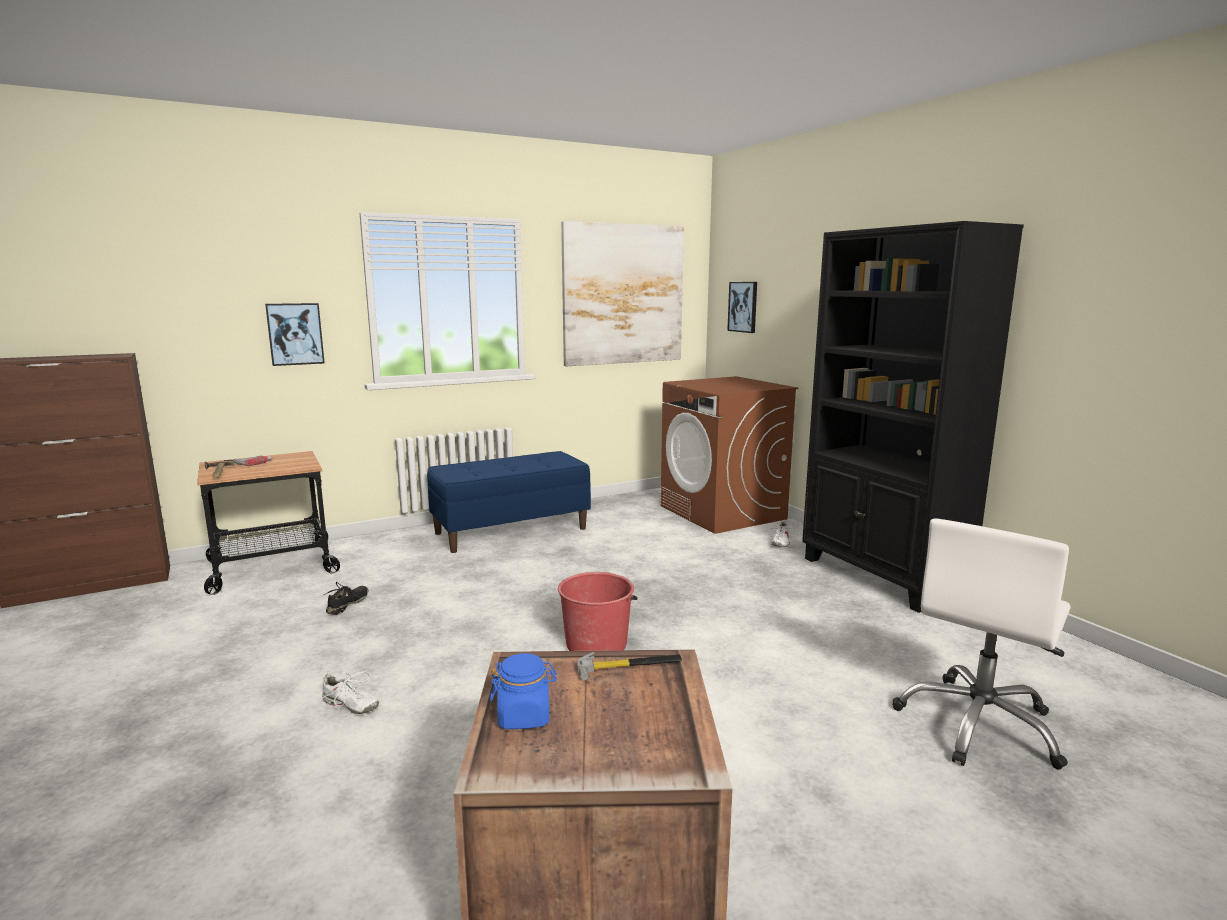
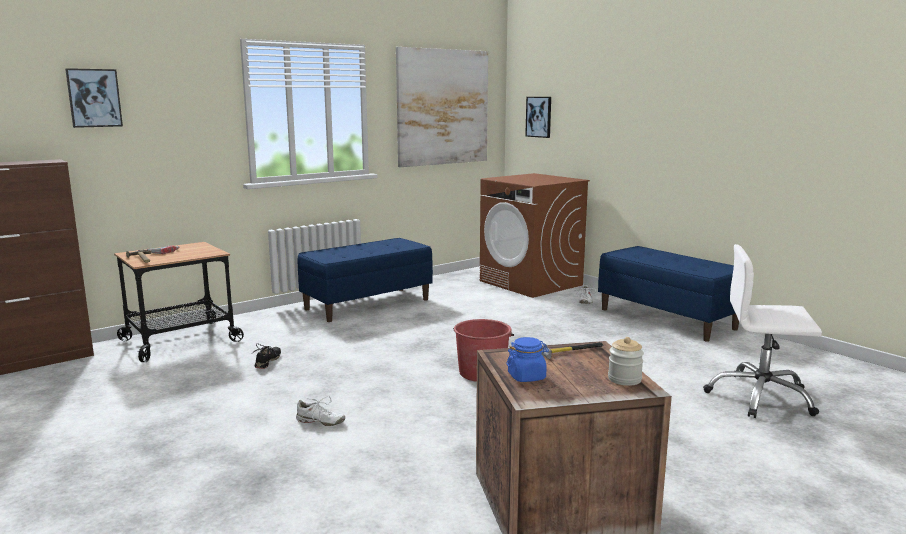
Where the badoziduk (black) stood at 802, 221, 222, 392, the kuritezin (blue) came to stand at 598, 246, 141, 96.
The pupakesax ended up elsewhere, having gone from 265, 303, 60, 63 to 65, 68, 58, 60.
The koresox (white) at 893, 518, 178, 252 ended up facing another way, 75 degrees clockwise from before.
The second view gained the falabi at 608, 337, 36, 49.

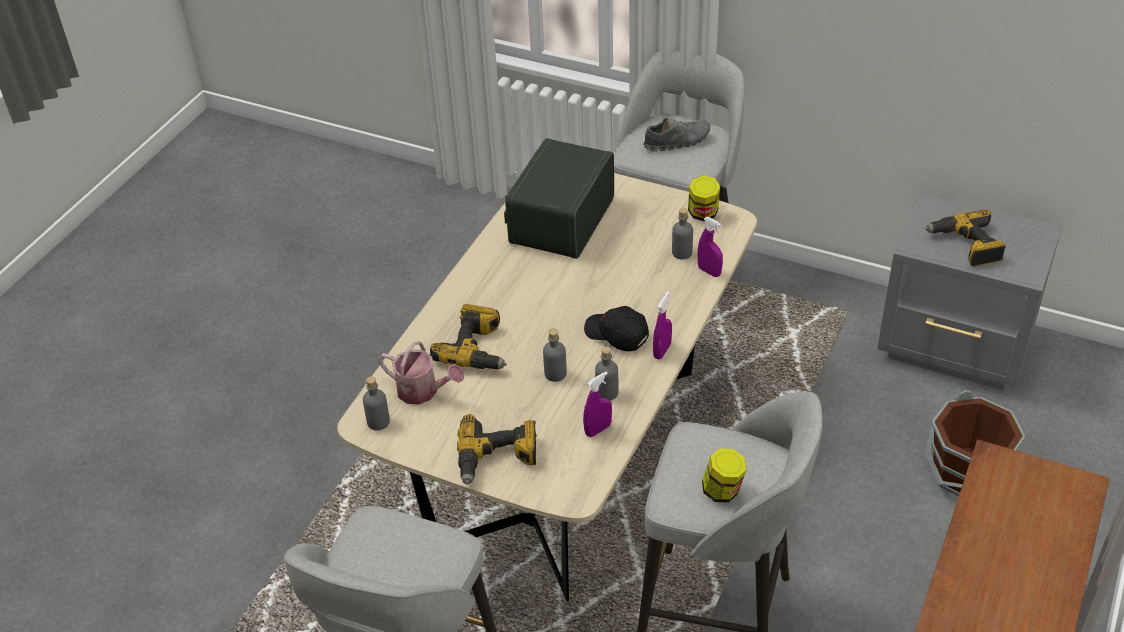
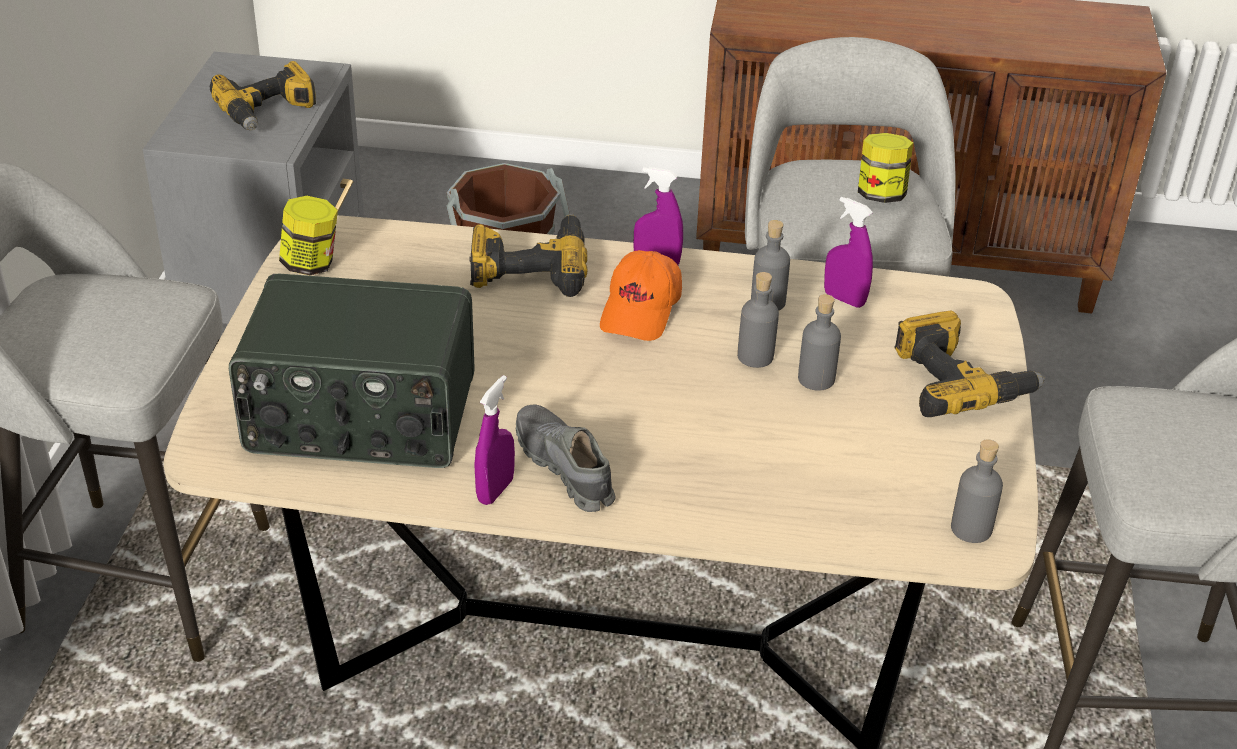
The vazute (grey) ended up elsewhere, having gone from 643, 118, 67, 33 to 516, 404, 99, 108.
The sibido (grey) ended up elsewhere, having gone from 672, 208, 21, 52 to 798, 294, 43, 97.
The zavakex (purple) ended up elsewhere, having gone from 697, 217, 26, 60 to 474, 375, 41, 130.
The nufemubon ended up elsewhere, having gone from 430, 304, 77, 65 to 469, 214, 118, 83.
What was the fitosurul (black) at 584, 306, 65, 45 turned into the fitosurul (orange) at 600, 250, 82, 91.
The second view lost the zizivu at 378, 341, 86, 64.

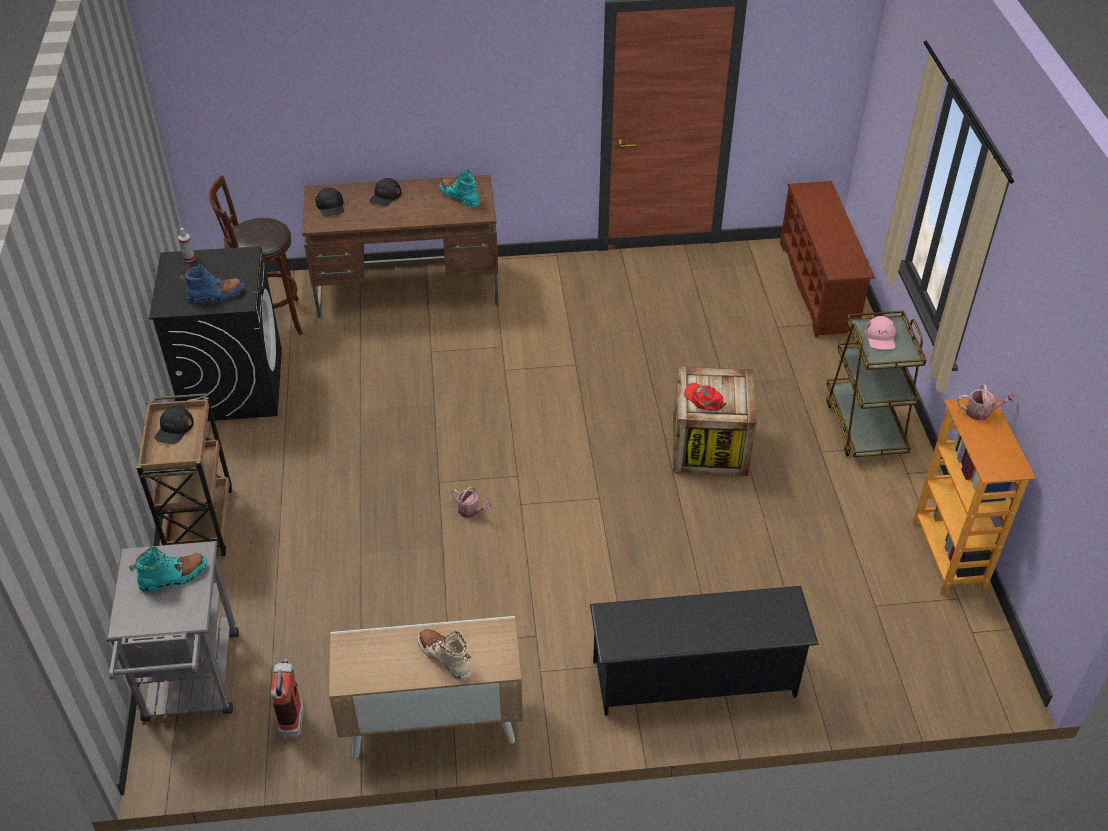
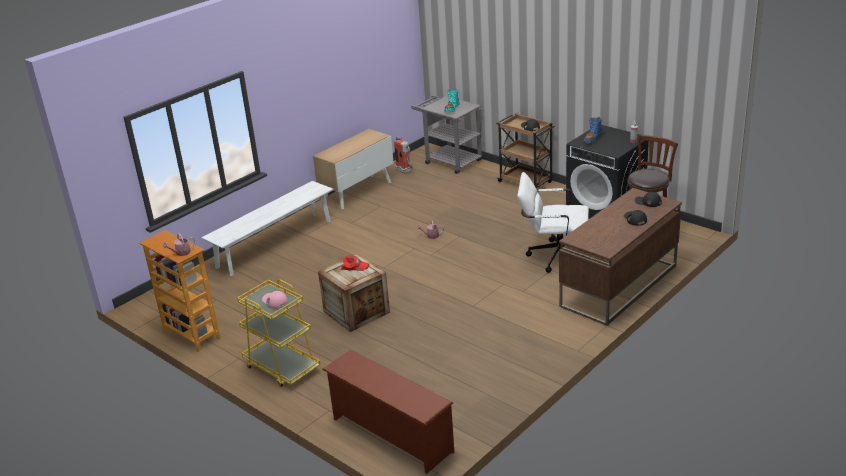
The second view lost the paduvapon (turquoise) at 440, 170, 40, 38.
What was the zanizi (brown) at 826, 311, 101, 146 turned into the zanizi (yellow) at 237, 279, 84, 108.
Where the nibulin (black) stood at 590, 586, 229, 130, the kuritezin (white) came to stand at 201, 181, 132, 95.
The second view lost the paduvapon (beige) at 417, 629, 55, 52.
The second view gained the koresox (white) at 517, 172, 72, 101.

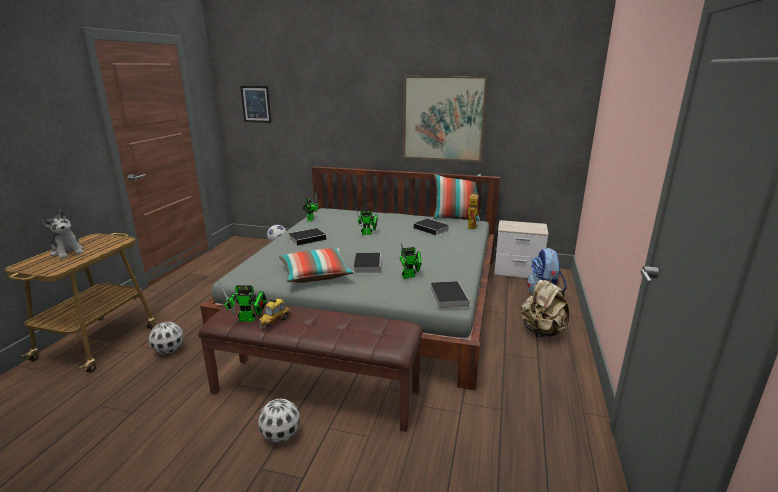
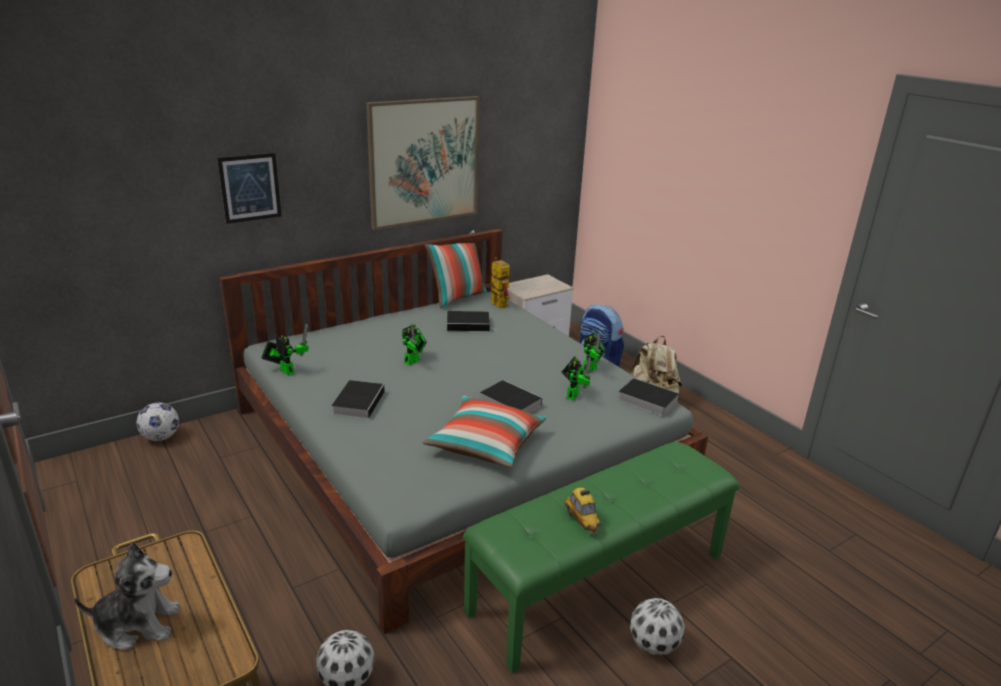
The pupakesax ended up elsewhere, having gone from 240, 86, 31, 37 to 217, 153, 65, 71.
The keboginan ended up elsewhere, having gone from 218, 280, 49, 42 to 582, 333, 24, 39.
What was the kuritezin (brown) at 198, 300, 225, 132 turned into the kuritezin (green) at 463, 442, 277, 231.

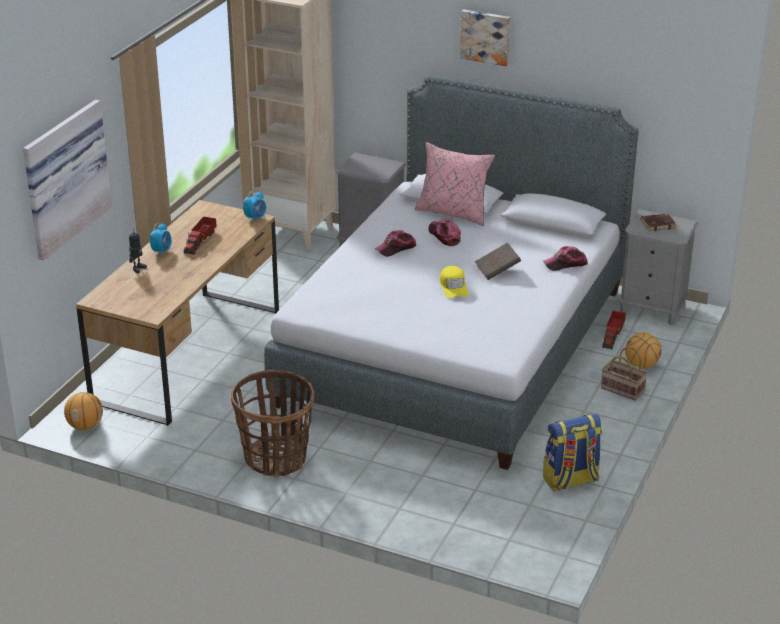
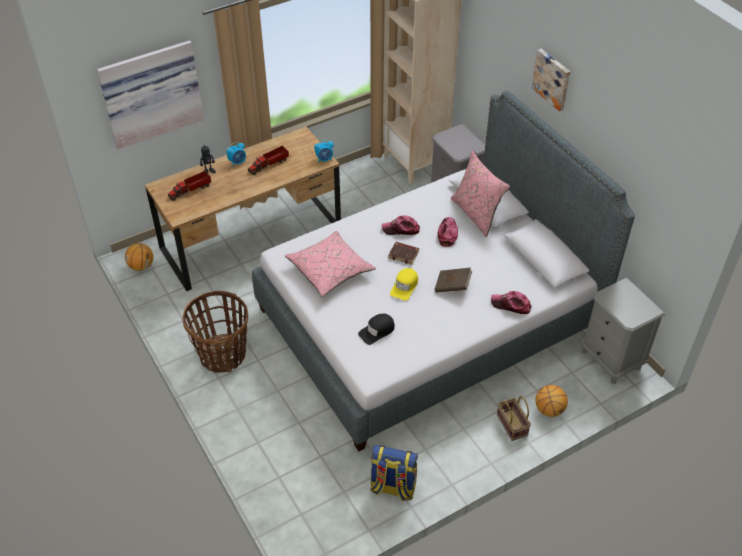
The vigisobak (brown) ended up elsewhere, having gone from 640, 213, 36, 18 to 388, 242, 31, 23.
The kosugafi ended up elsewhere, having gone from 602, 311, 24, 38 to 168, 171, 43, 30.
The second view gained the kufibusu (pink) at 285, 231, 91, 66.
The second view gained the fitosurul (black) at 358, 314, 37, 31.

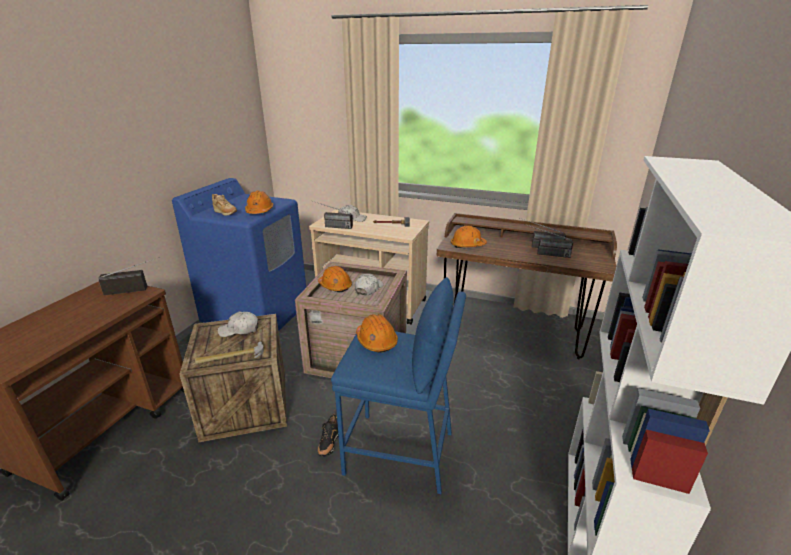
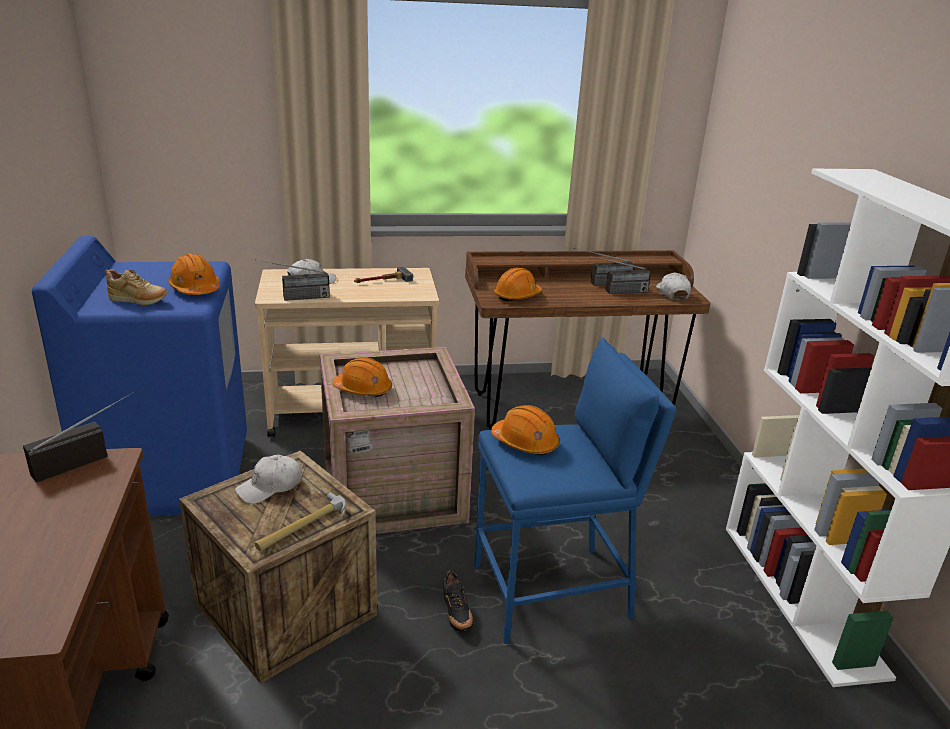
The fitosurul (white) ended up elsewhere, having gone from 355, 274, 28, 21 to 656, 273, 35, 27.

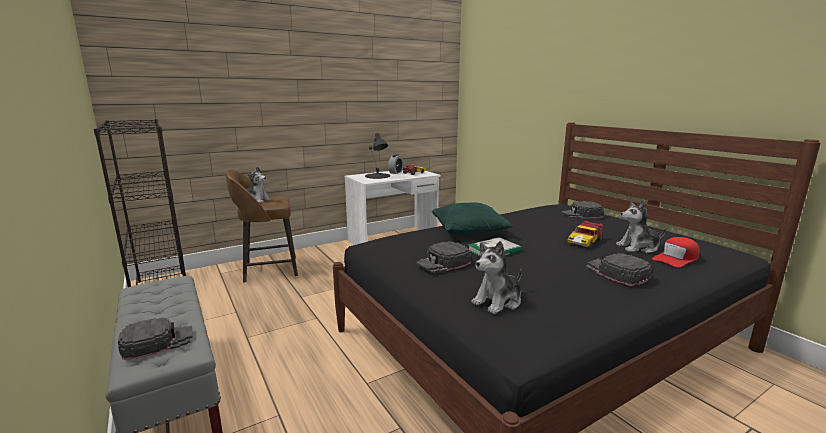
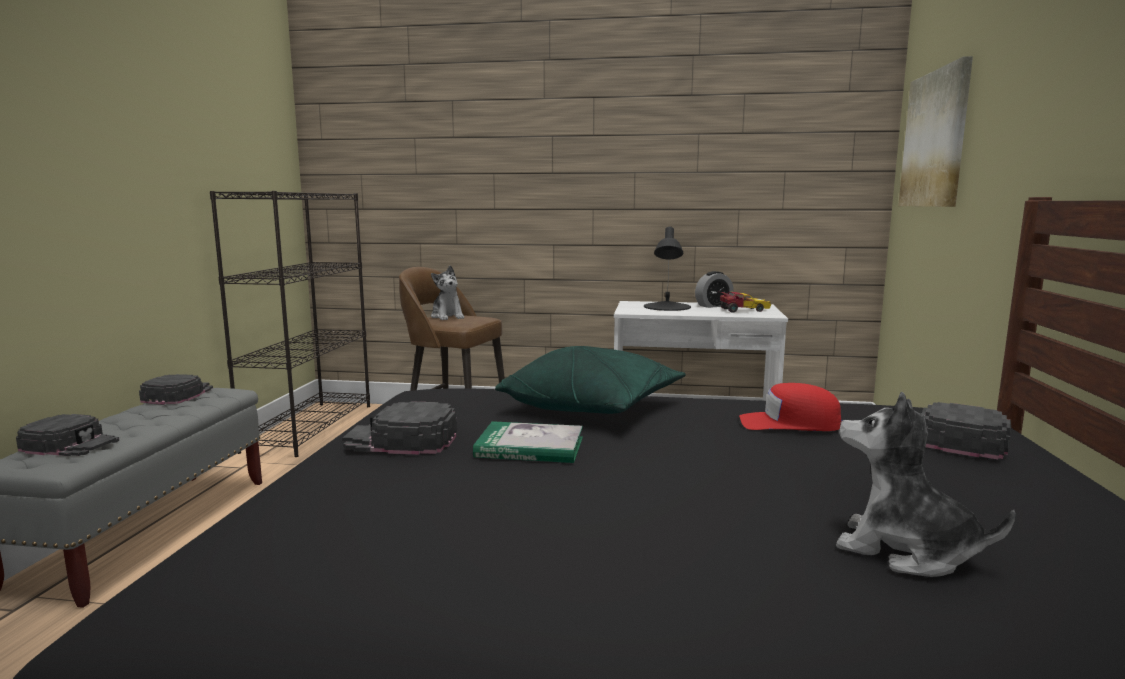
The second view lost the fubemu at 567, 221, 36, 26.
The fitosurul (red) ended up elsewhere, having gone from 652, 237, 48, 30 to 739, 383, 103, 48.
The second view lost the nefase at 471, 241, 51, 73.
The fitosurul (black) ended up elsewhere, having gone from 586, 253, 66, 33 to 139, 374, 74, 30.
The second view gained the pupakesax at 898, 56, 75, 151.

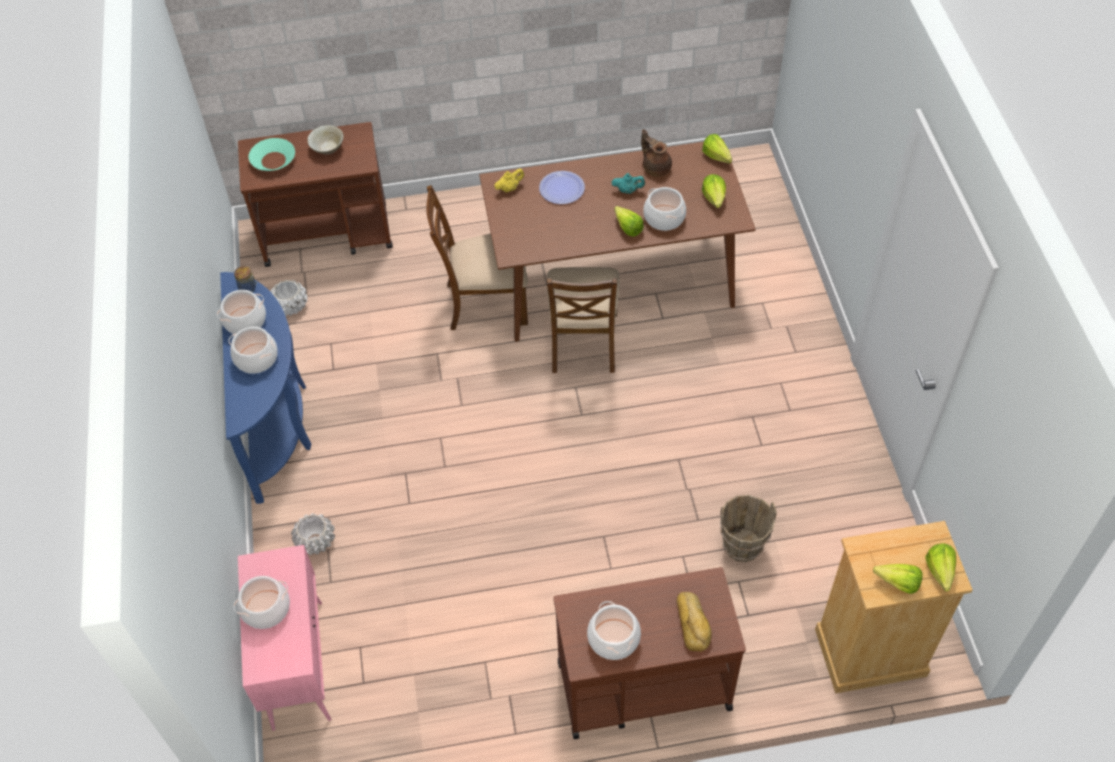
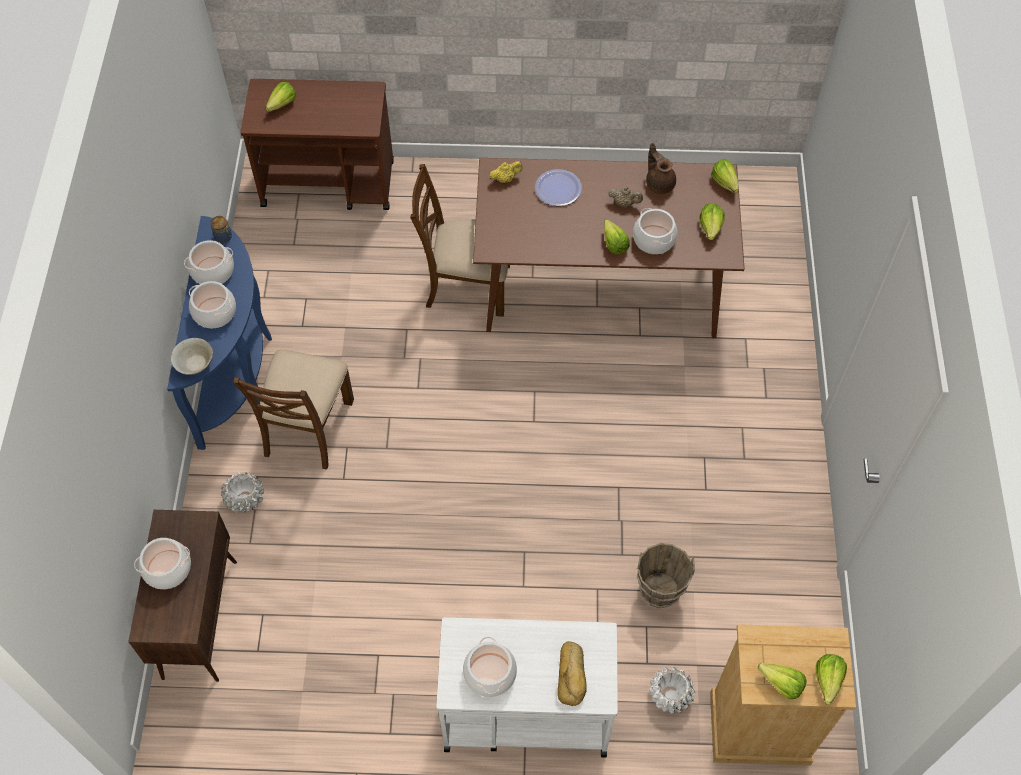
The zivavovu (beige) ended up elsewhere, having gone from 308, 125, 36, 29 to 171, 338, 42, 37.
Where the zivavovu (turquoise) stood at 249, 138, 46, 33, the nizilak came to stand at 266, 82, 30, 30.
What was the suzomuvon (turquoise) at 612, 173, 33, 21 turned into the suzomuvon (beige) at 609, 187, 34, 20.
The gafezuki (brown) ended up elsewhere, having gone from 547, 267, 72, 106 to 233, 349, 121, 121.
The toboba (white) ended up elsewhere, having gone from 270, 280, 38, 36 to 649, 667, 46, 47.
What was the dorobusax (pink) at 238, 545, 93, 186 turned into the dorobusax (brown) at 128, 510, 109, 172.
What was the zanizi (brown) at 554, 567, 192, 172 turned into the zanizi (white) at 436, 617, 182, 140.

